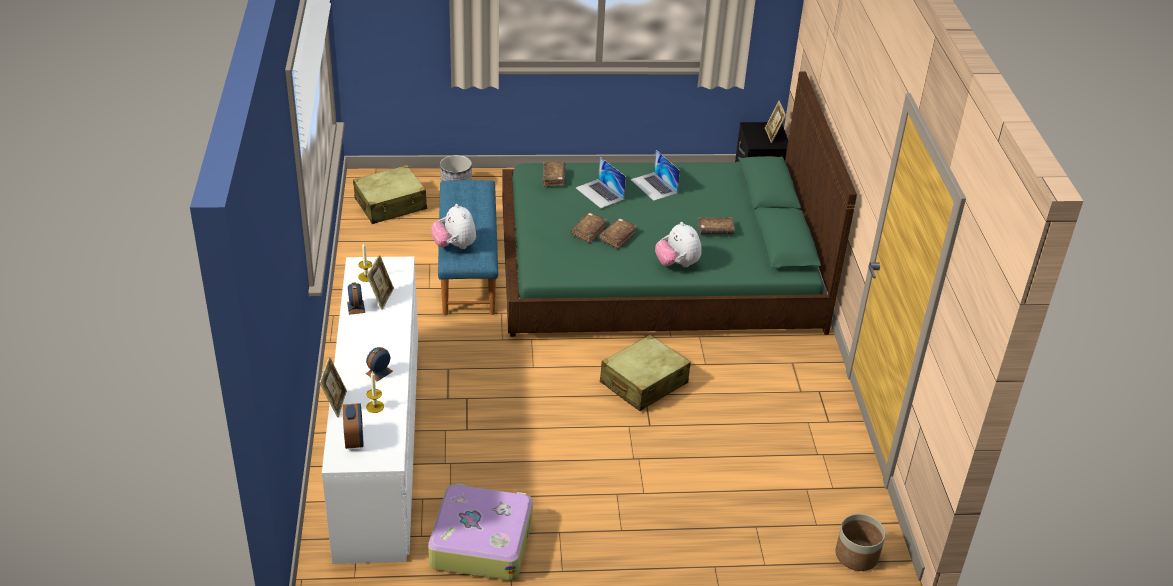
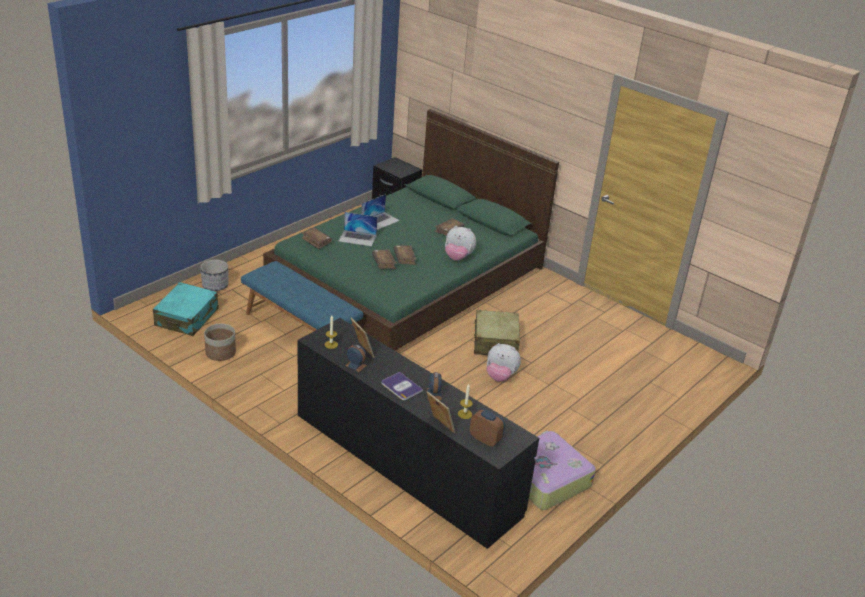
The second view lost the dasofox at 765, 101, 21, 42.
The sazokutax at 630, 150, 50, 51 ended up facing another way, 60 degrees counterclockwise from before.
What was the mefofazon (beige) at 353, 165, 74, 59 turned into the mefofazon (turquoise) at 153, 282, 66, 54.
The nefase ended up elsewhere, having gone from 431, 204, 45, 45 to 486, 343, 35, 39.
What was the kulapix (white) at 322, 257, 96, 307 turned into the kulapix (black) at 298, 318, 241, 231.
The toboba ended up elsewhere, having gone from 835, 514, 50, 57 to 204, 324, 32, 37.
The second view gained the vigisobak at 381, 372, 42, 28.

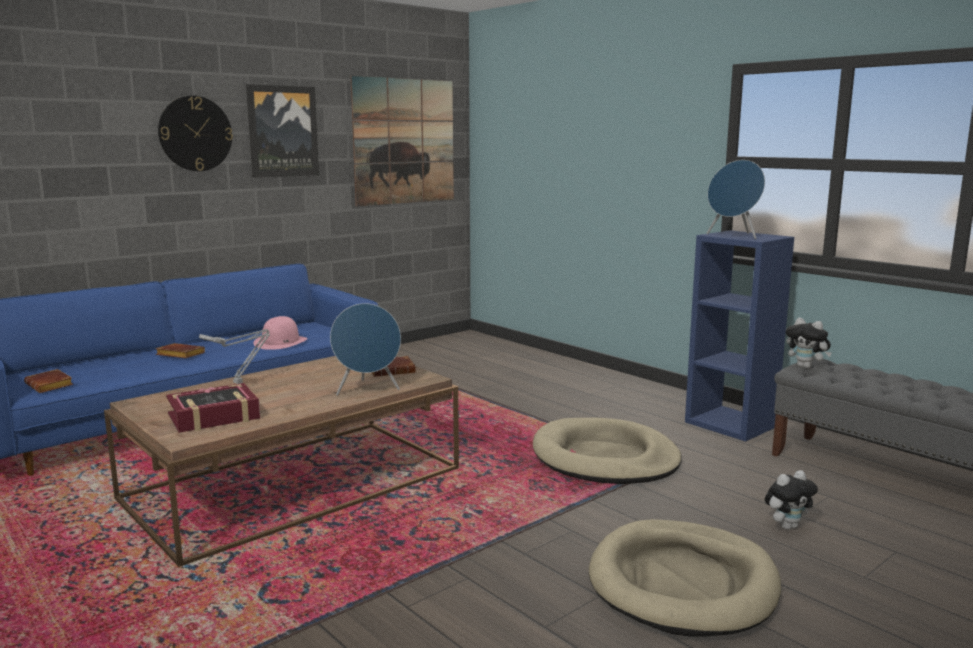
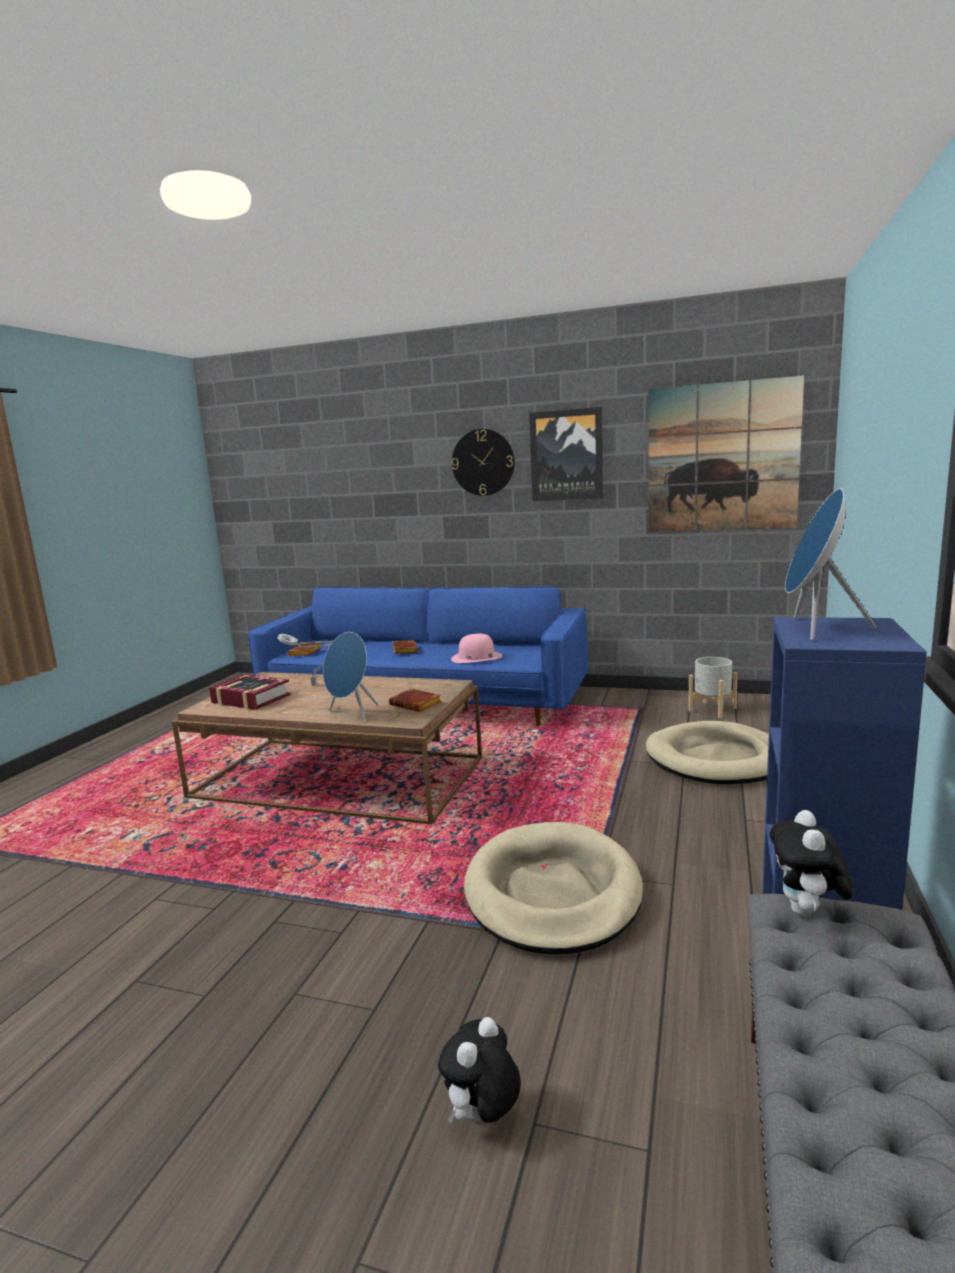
The nefase at 765, 470, 53, 60 ended up facing another way, 90 degrees clockwise from before.
The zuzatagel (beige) ended up elsewhere, having gone from 589, 519, 192, 117 to 646, 721, 123, 63.
The second view gained the toboba (grey) at 688, 657, 50, 61.

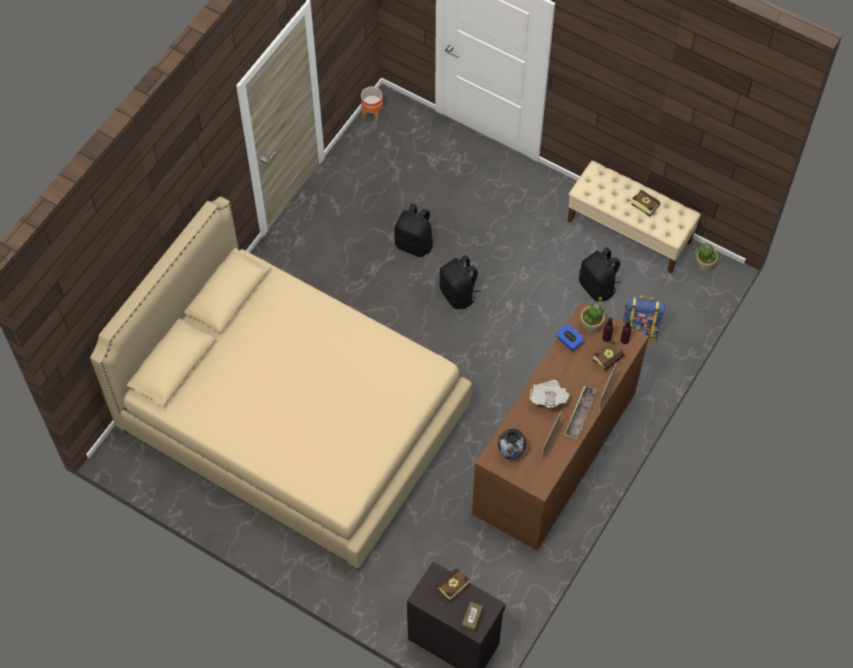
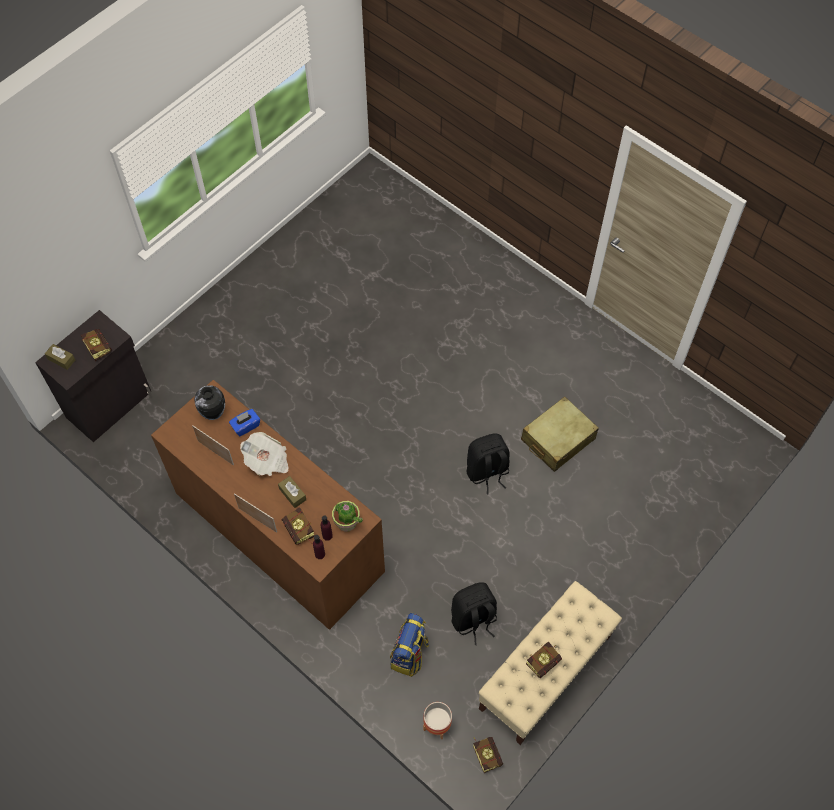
The toboba ended up elsewhere, having gone from 361, 86, 22, 35 to 423, 702, 29, 37.
The second view lost the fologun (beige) at 90, 196, 382, 373.
Where the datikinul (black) stood at 394, 204, 39, 53, the mefofazon (beige) came to stand at 521, 396, 78, 76.
Where the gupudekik stood at 692, 243, 26, 28, the vigisobak came to stand at 473, 737, 30, 36.
The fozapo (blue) ended up elsewhere, having gone from 556, 324, 28, 27 to 229, 409, 31, 27.
The second view lost the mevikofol at 564, 386, 33, 53.
The second view gained the fozapo (brown) at 278, 476, 28, 32.

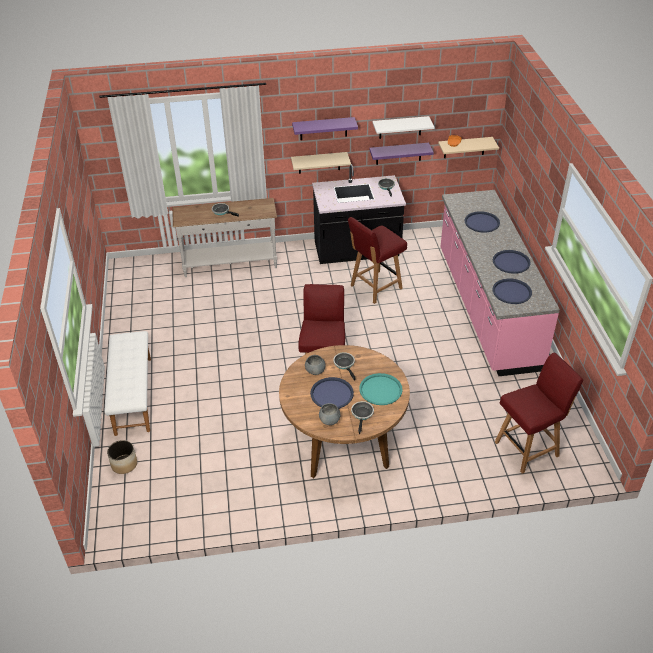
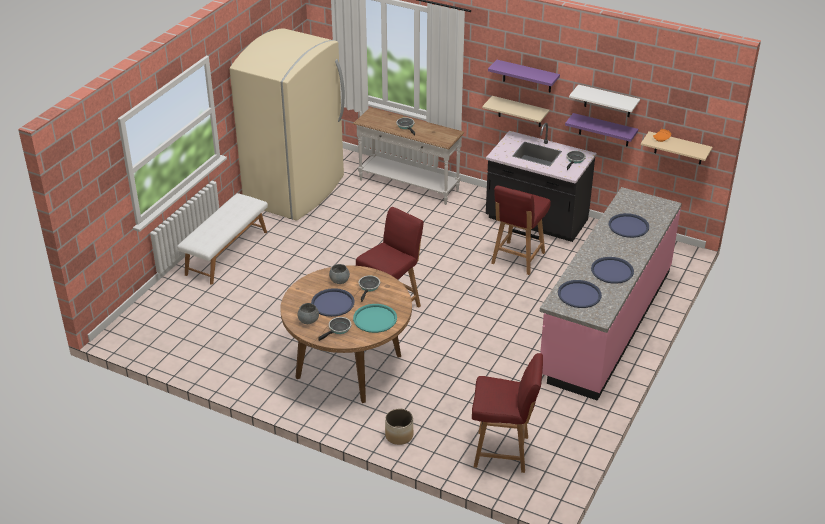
The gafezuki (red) at 348, 217, 59, 87 ended up facing another way, 60 degrees counterclockwise from before.
The toboba ended up elsewhere, having gone from 107, 440, 30, 34 to 385, 409, 28, 36.
The second view gained the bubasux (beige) at 229, 28, 116, 193.

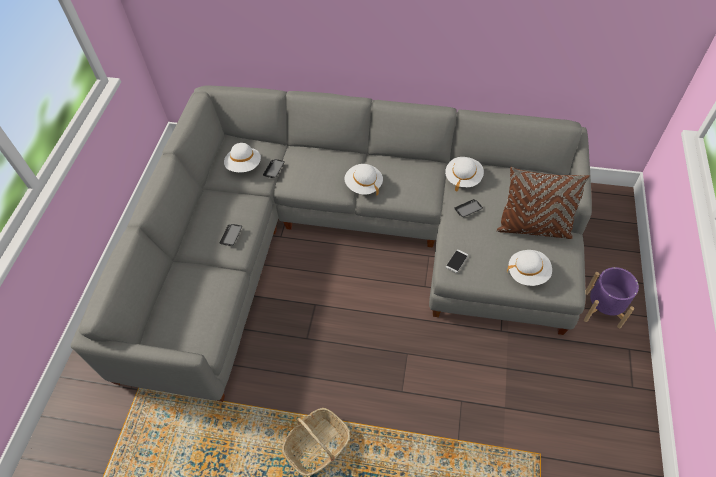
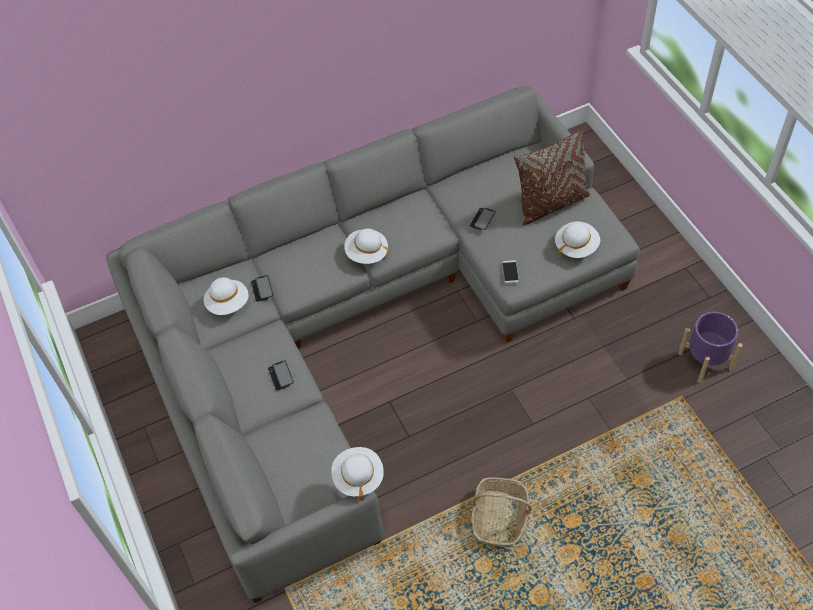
The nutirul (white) ended up elsewhere, having gone from 445, 157, 39, 35 to 331, 447, 53, 54.
The toboba (purple) ended up elsewhere, having gone from 584, 267, 55, 61 to 678, 312, 65, 71.

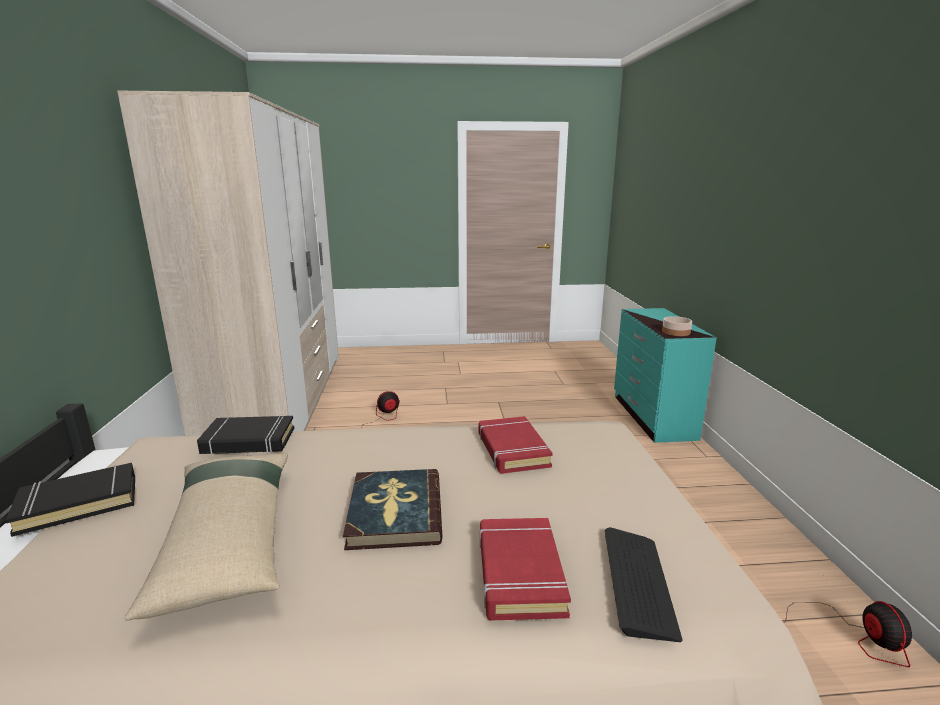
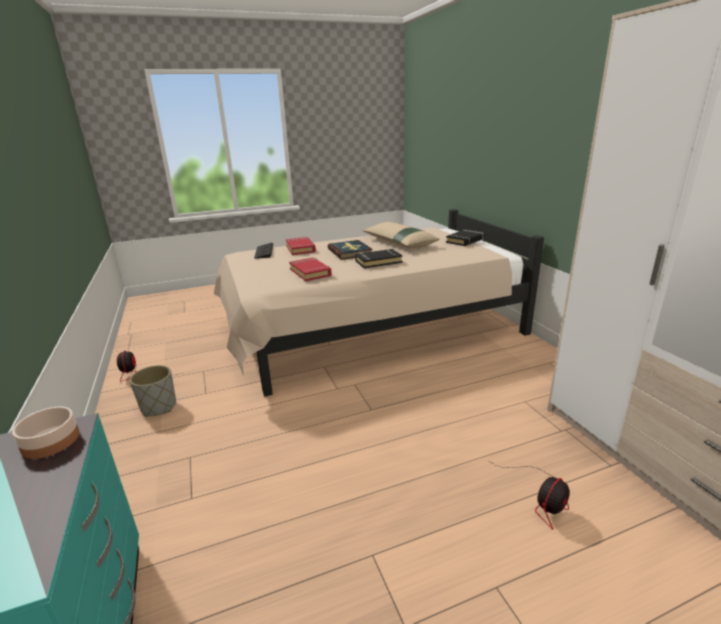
The vigisobak (black) ended up elsewhere, having gone from 197, 416, 97, 39 to 355, 249, 47, 19.
The second view gained the toboba (grey) at 130, 365, 46, 51.

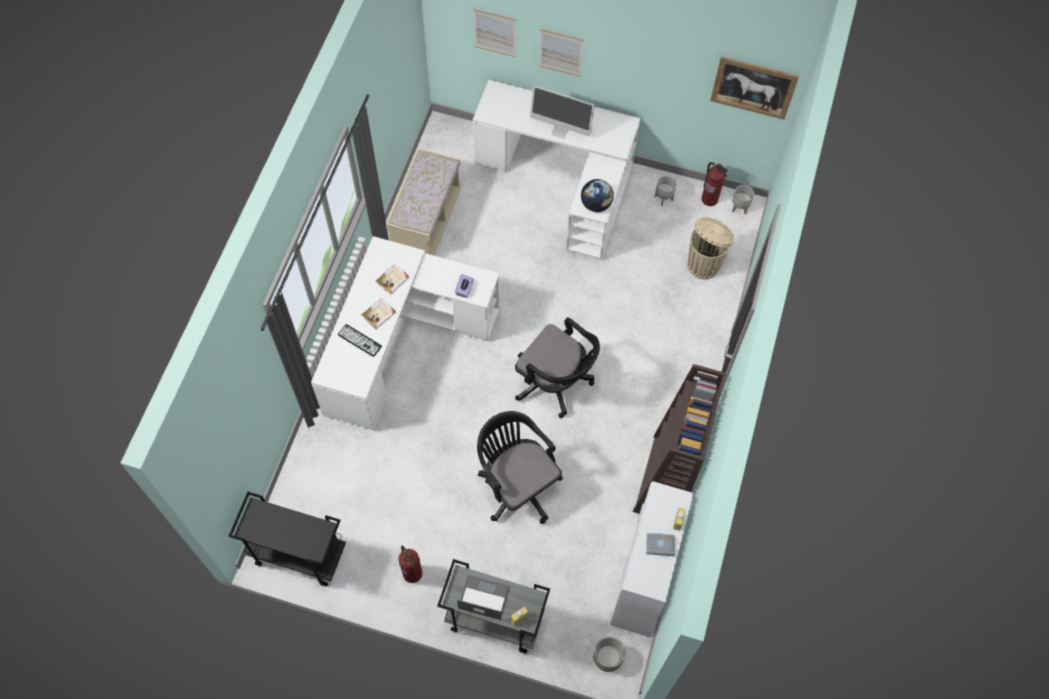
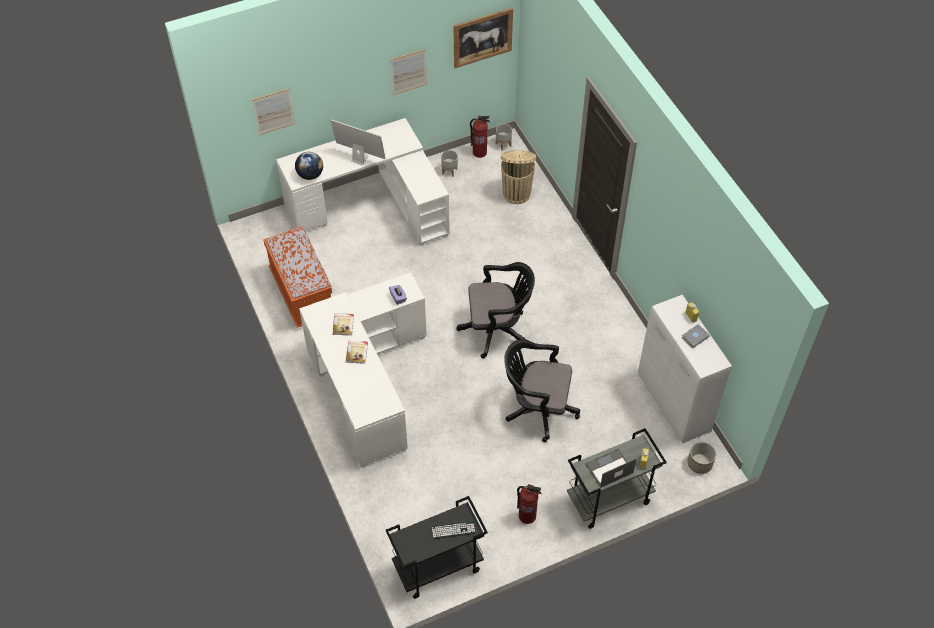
The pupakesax ended up elsewhere, having gone from 539, 29, 44, 48 to 391, 49, 36, 46.
The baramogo at 530, 85, 65, 53 ended up facing another way, 135 degrees counterclockwise from before.
What was the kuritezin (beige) at 386, 148, 75, 107 turned into the kuritezin (orange) at 263, 226, 69, 102.
The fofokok ended up elsewhere, having gone from 581, 179, 33, 33 to 295, 152, 28, 28.
The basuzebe ended up elsewhere, having gone from 338, 324, 44, 33 to 431, 520, 45, 19.
The second view lost the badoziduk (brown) at 633, 364, 93, 150.

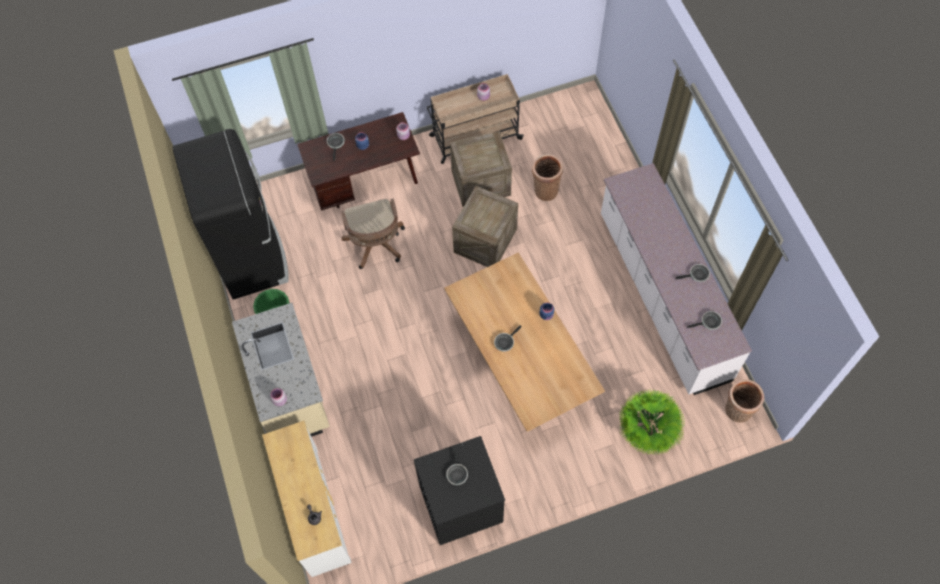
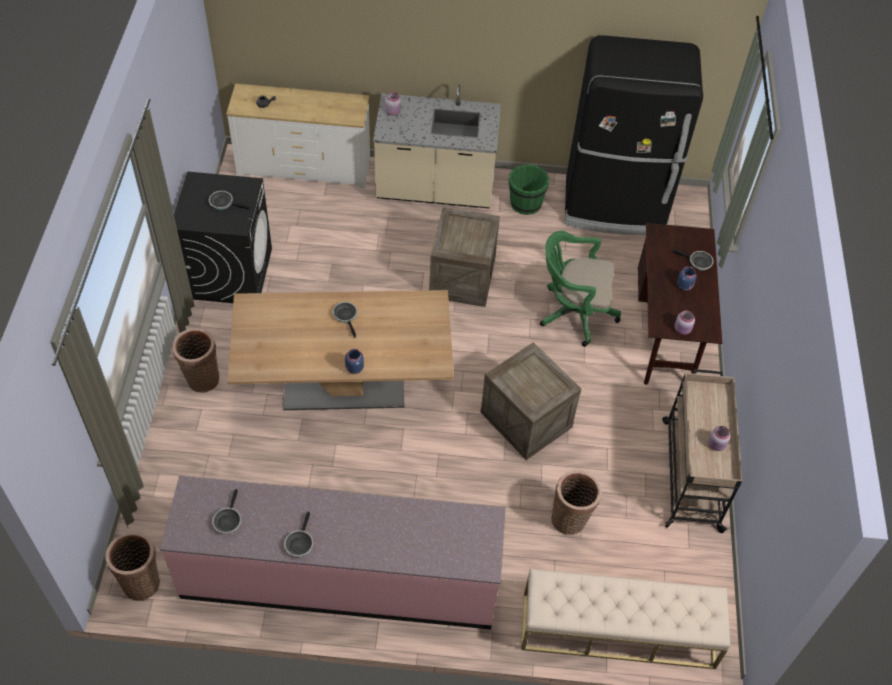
The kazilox ended up elsewhere, having gone from 450, 131, 62, 76 to 429, 207, 71, 100.
What was the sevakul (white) at 601, 163, 151, 232 turned into the sevakul (pink) at 160, 476, 346, 153.
What was the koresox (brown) at 341, 199, 64, 70 turned into the koresox (green) at 540, 231, 81, 116.
The second view lost the gupudekik at 618, 389, 67, 66.
The second view gained the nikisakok at 172, 328, 47, 64.
The second view gained the kuritezin (beige) at 521, 569, 209, 100.

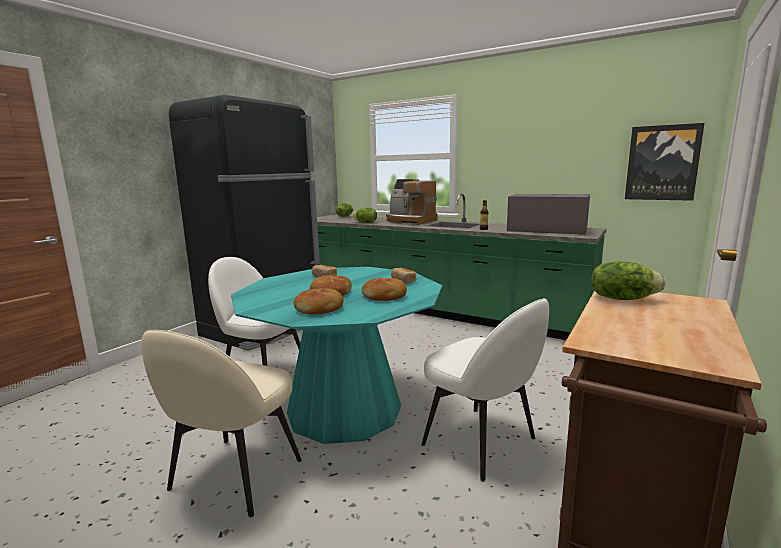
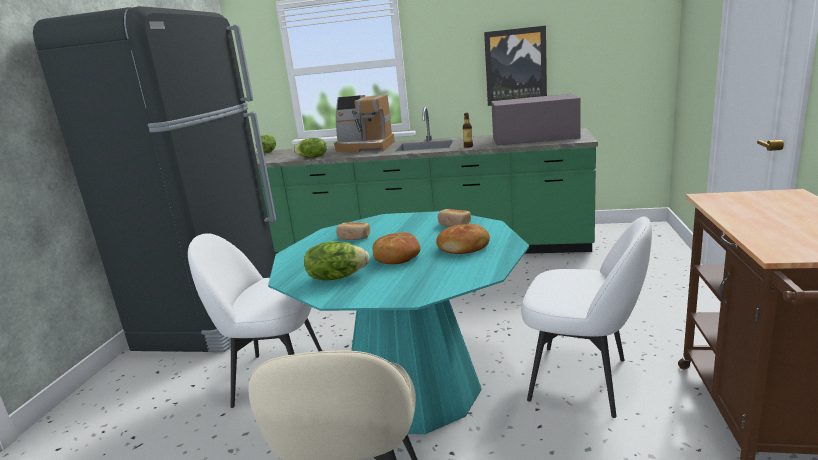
The pupakesax ended up elsewhere, having gone from 625, 123, 79, 78 to 484, 26, 63, 80.
The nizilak ended up elsewhere, having gone from 591, 261, 74, 39 to 304, 241, 65, 40.
The second view lost the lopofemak at 294, 288, 49, 26.

